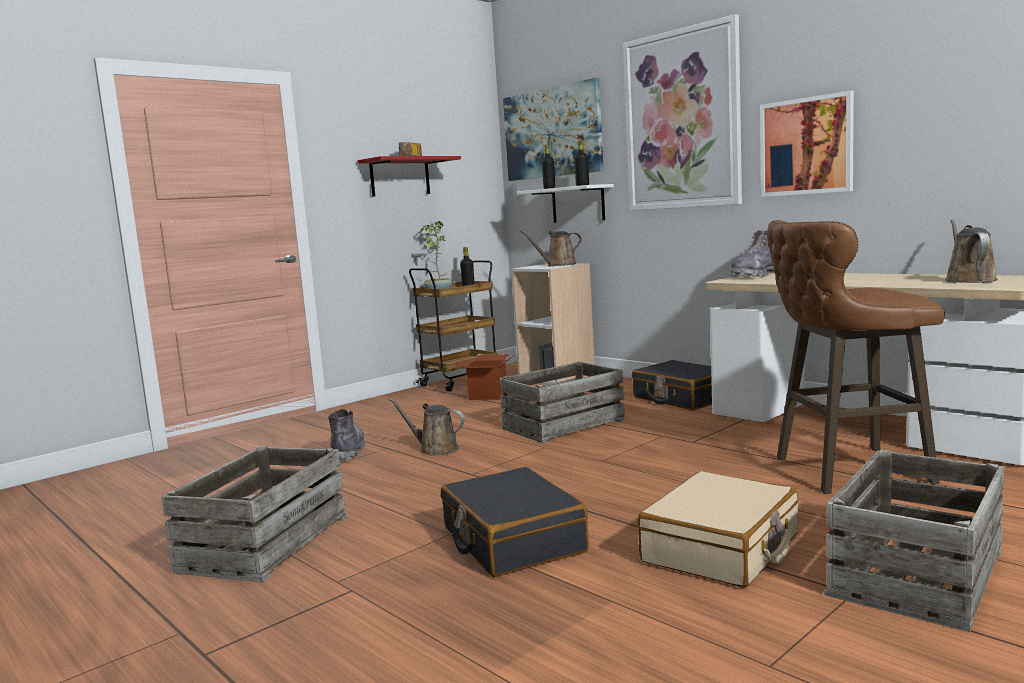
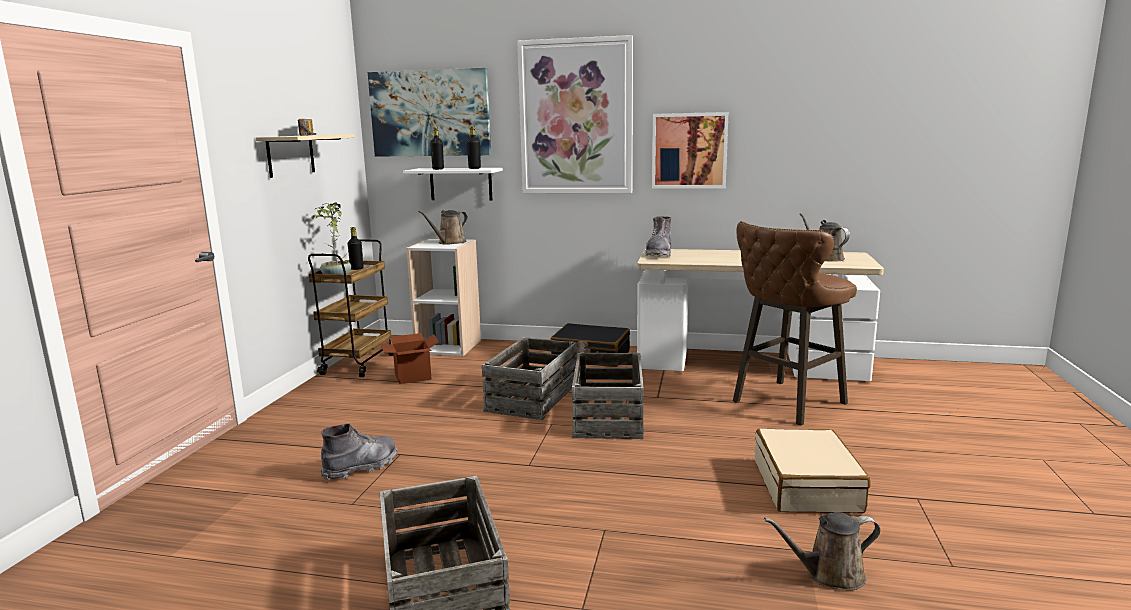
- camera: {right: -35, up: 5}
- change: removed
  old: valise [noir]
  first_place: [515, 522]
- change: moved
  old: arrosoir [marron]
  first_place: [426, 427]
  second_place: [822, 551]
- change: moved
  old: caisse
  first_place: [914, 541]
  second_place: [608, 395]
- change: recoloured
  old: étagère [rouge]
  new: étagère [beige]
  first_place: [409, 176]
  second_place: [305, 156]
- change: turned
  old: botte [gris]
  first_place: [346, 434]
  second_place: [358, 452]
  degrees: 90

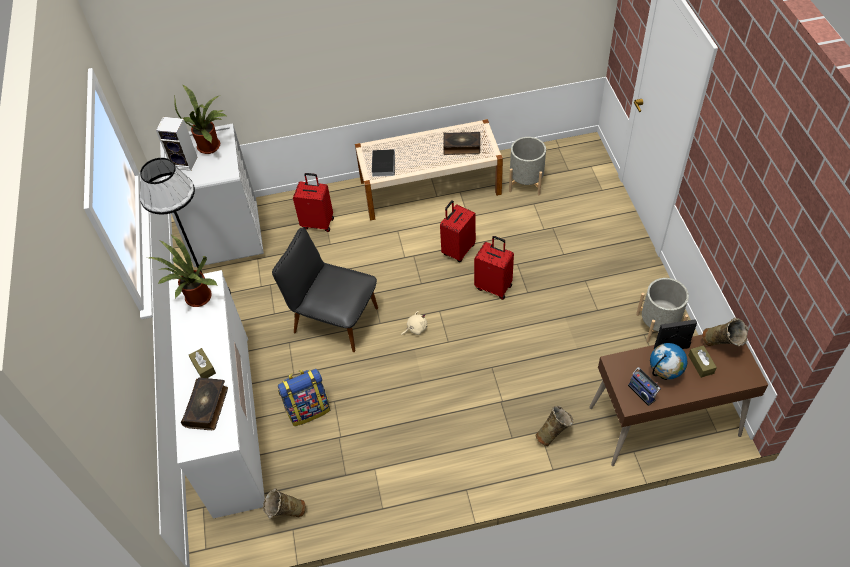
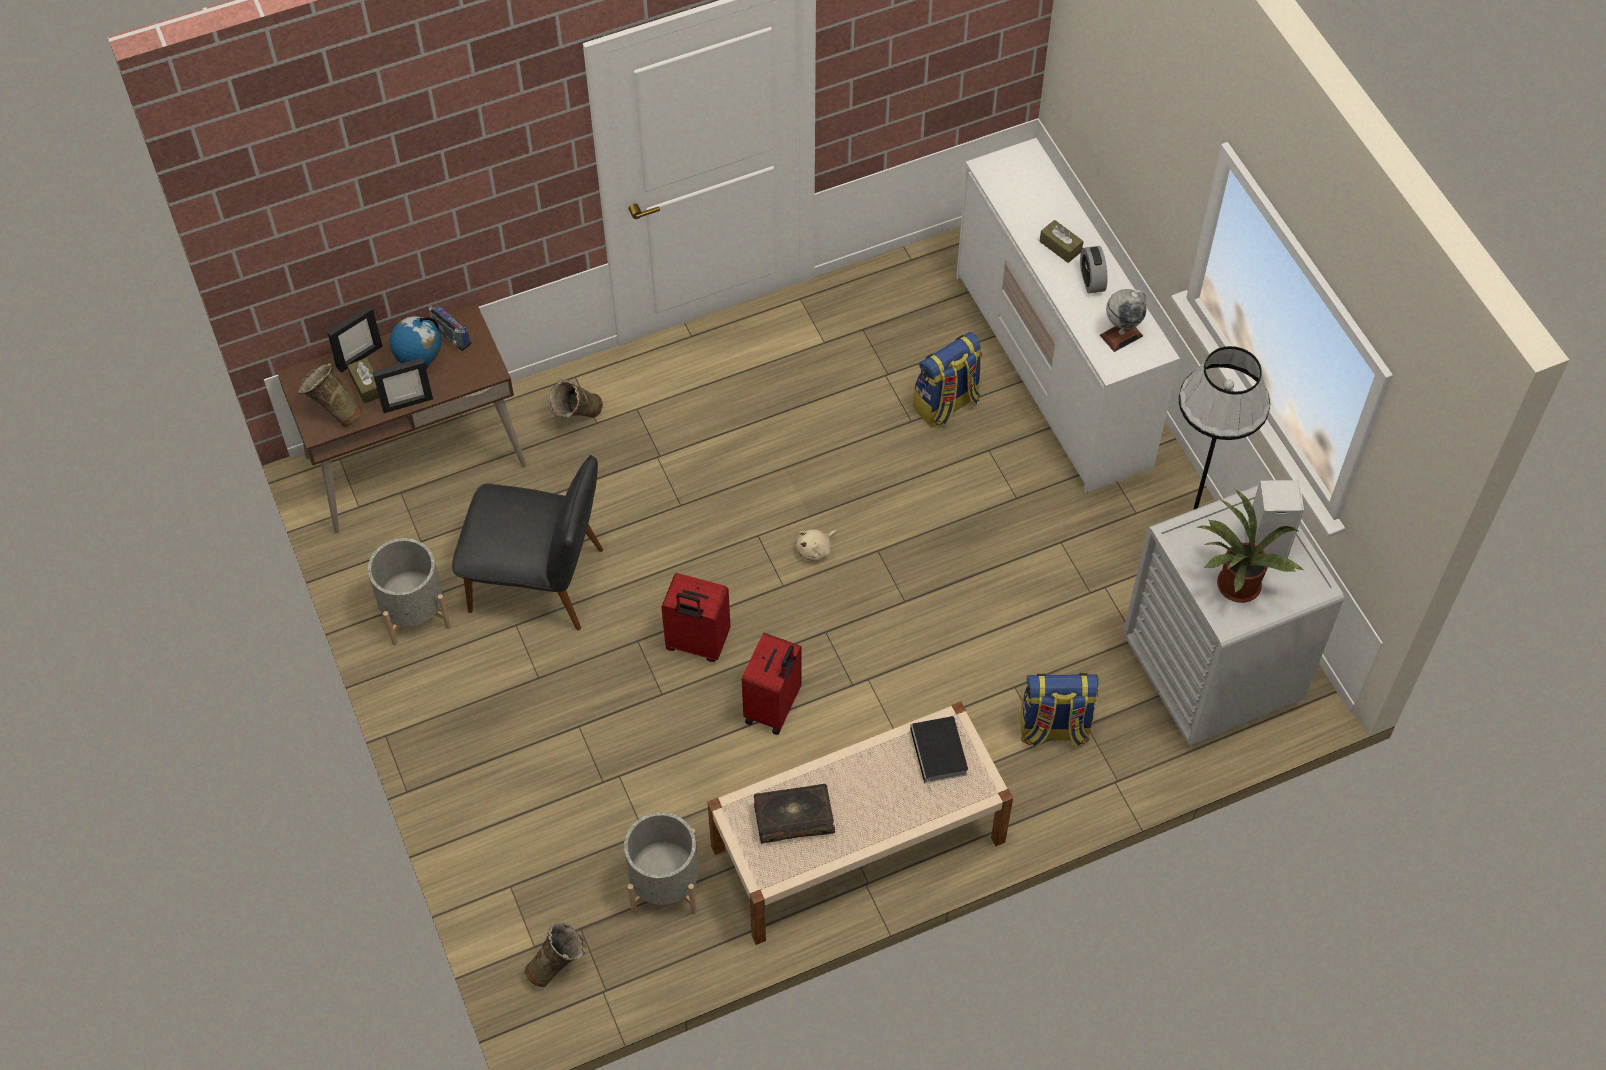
- camera: {right: 165, up: 5}
- change: removed
  old: livre
  first_place: [204, 403]
- change: added
  new: cadre photo
  second_place: [355, 339]
- change: added
  new: réveil
  second_place: [1093, 269]
- change: moved
  old: vase [beige]
  first_place: [284, 503]
  second_place: [555, 954]
- change: moved
  old: chaise [noir]
  first_place: [325, 289]
  second_place: [527, 543]
- change: replaced
  old: plante en pot
  new: globe
  first_place: [183, 270]
  second_place: [1123, 320]
- change: replaced
  old: valise [rouge]
  new: sac à dos
  first_place: [313, 202]
  second_place: [1059, 710]

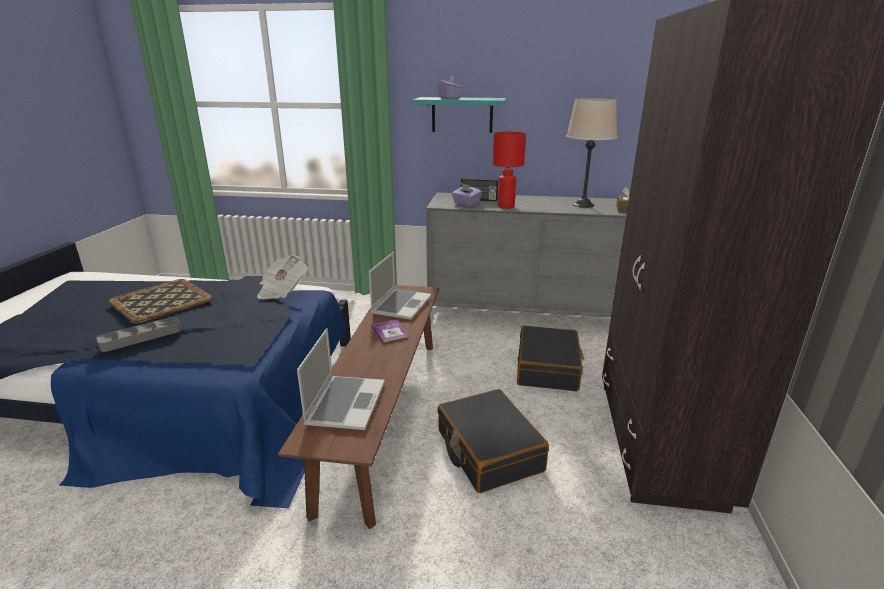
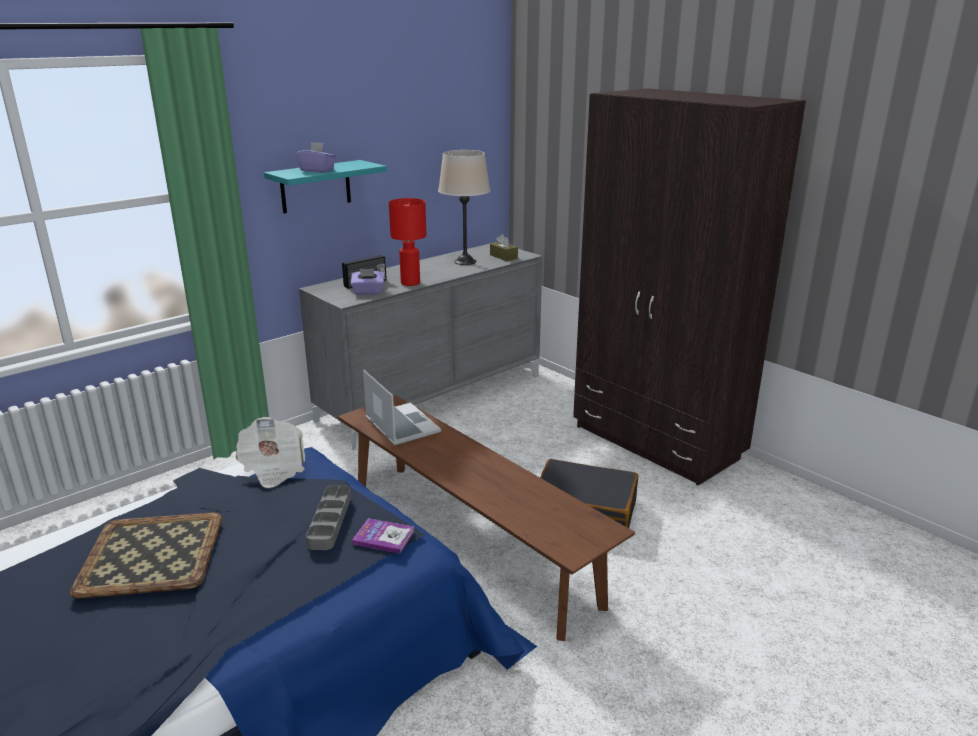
- camera: {right: -50, up: 0}
- change: removed
  old: ordinateur portable
  first_place: [341, 379]
- change: removed
  old: valise [noir]
  first_place: [550, 359]
- change: moved
  old: plateau [gris]
  first_place: [138, 334]
  second_place: [328, 517]
- change: moved
  old: livre
  first_place: [390, 331]
  second_place: [383, 536]

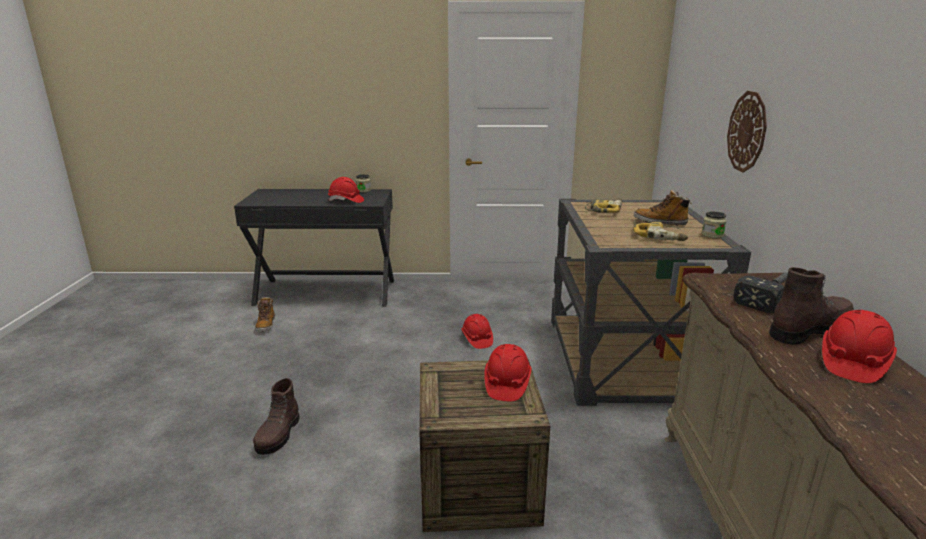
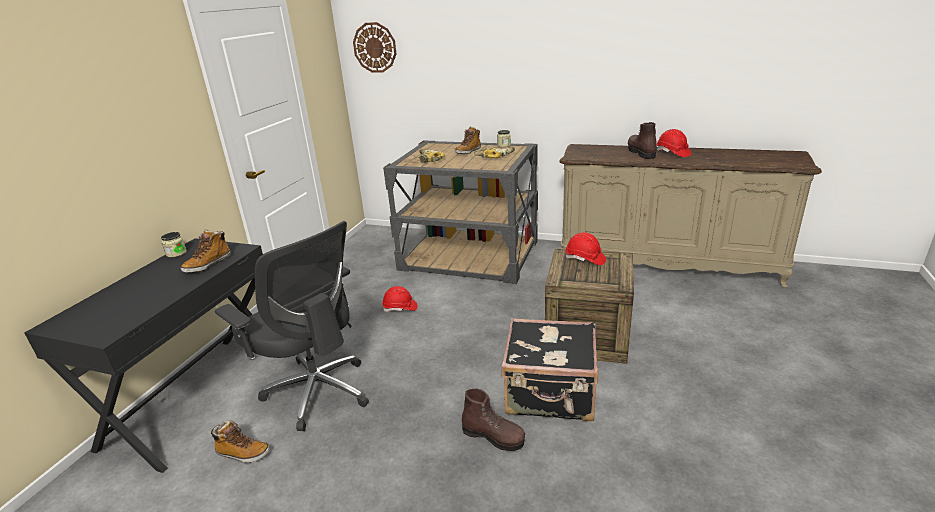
- camera: {right: -70, up: 5}
- change: removed
  old: marteau
  first_place: [760, 292]
- change: added
  new: chaise de bureau
  second_place: [292, 326]
- change: added
  new: valise [noir]
  second_place: [550, 369]
- change: moved
  old: horloge murale
  first_place: [747, 131]
  second_place: [374, 47]
- change: replaced
  old: casque de chantier [rouge]
  new: botte
  first_place: [346, 190]
  second_place: [206, 251]

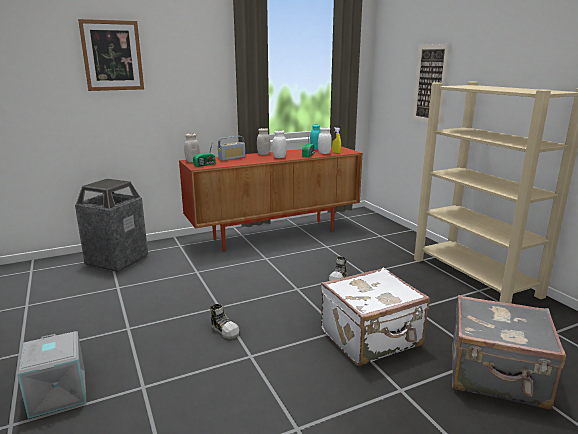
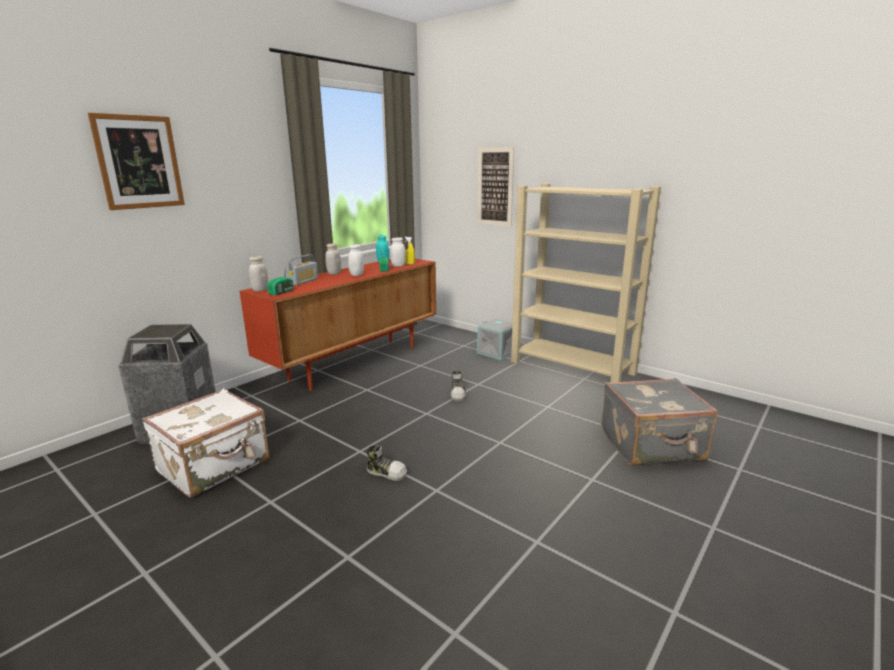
- camera: {right: -25, up: 0}
- change: moved
  old: boîte de rangement [gris]
  first_place: [51, 375]
  second_place: [495, 339]
- change: moved
  old: valise [blanc]
  first_place: [375, 317]
  second_place: [205, 443]

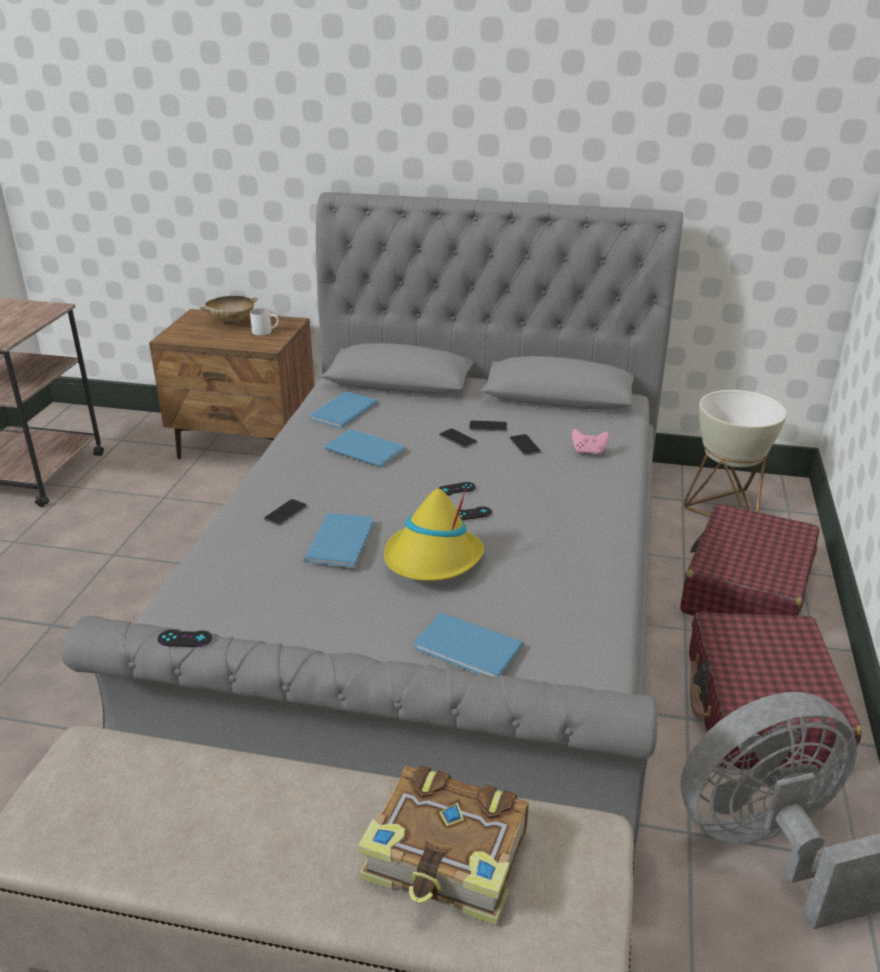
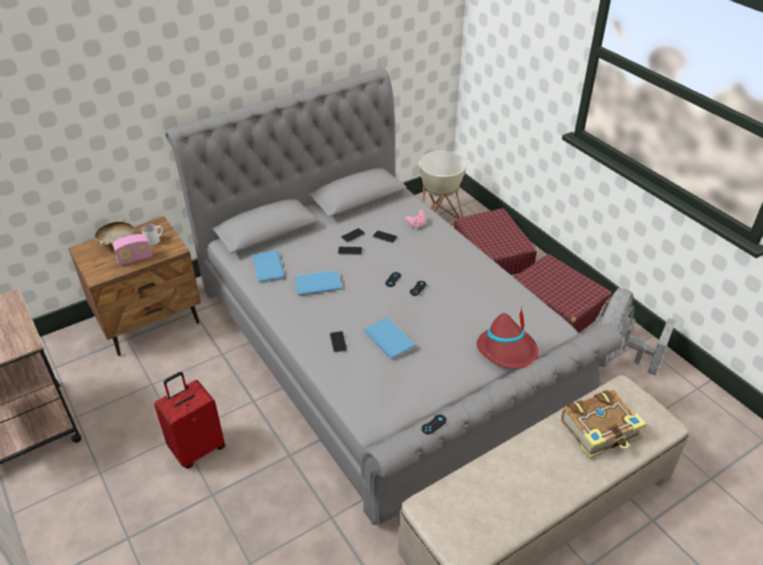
- camera: {right: -45, up: 10}
- change: removed
  old: chapeau [jaune]
  first_place: [434, 534]
- change: added
  new: radio
  second_place: [133, 250]
- change: added
  new: valise [rouge]
  second_place: [189, 420]
- change: replaced
  old: livre [bleu]
  new: chapeau [rouge]
  first_place: [468, 644]
  second_place: [508, 337]

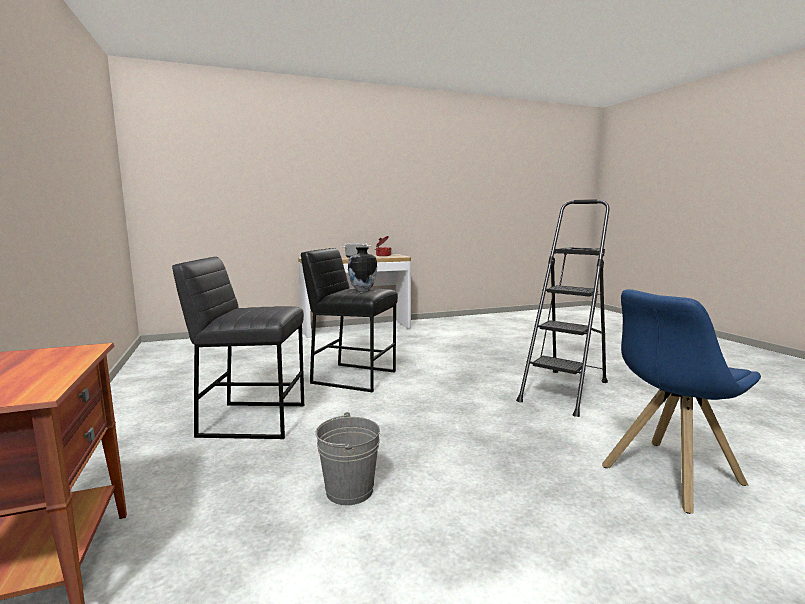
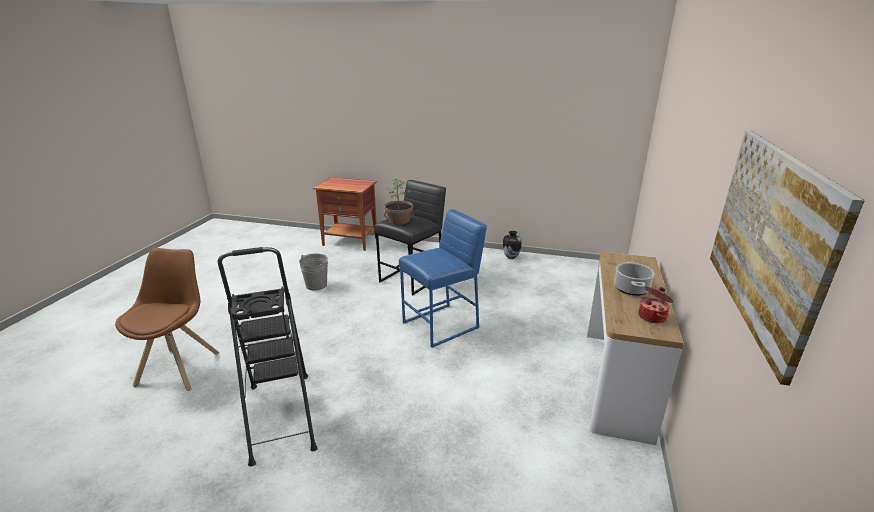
- camera: {right: 125, up: 15}
- change: added
  new: plante en pot
  second_place: [399, 201]
- change: added
  new: tableau
  second_place: [787, 258]
- change: moved
  old: vase
  first_place: [362, 269]
  second_place: [512, 245]
- change: recoloured
  old: tabouret [noir]
  new: tabouret [bleu]
  first_place: [349, 320]
  second_place: [443, 278]
- change: recoloured
  old: chaise [bleu]
  new: chaise [marron]
  first_place: [681, 401]
  second_place: [167, 319]

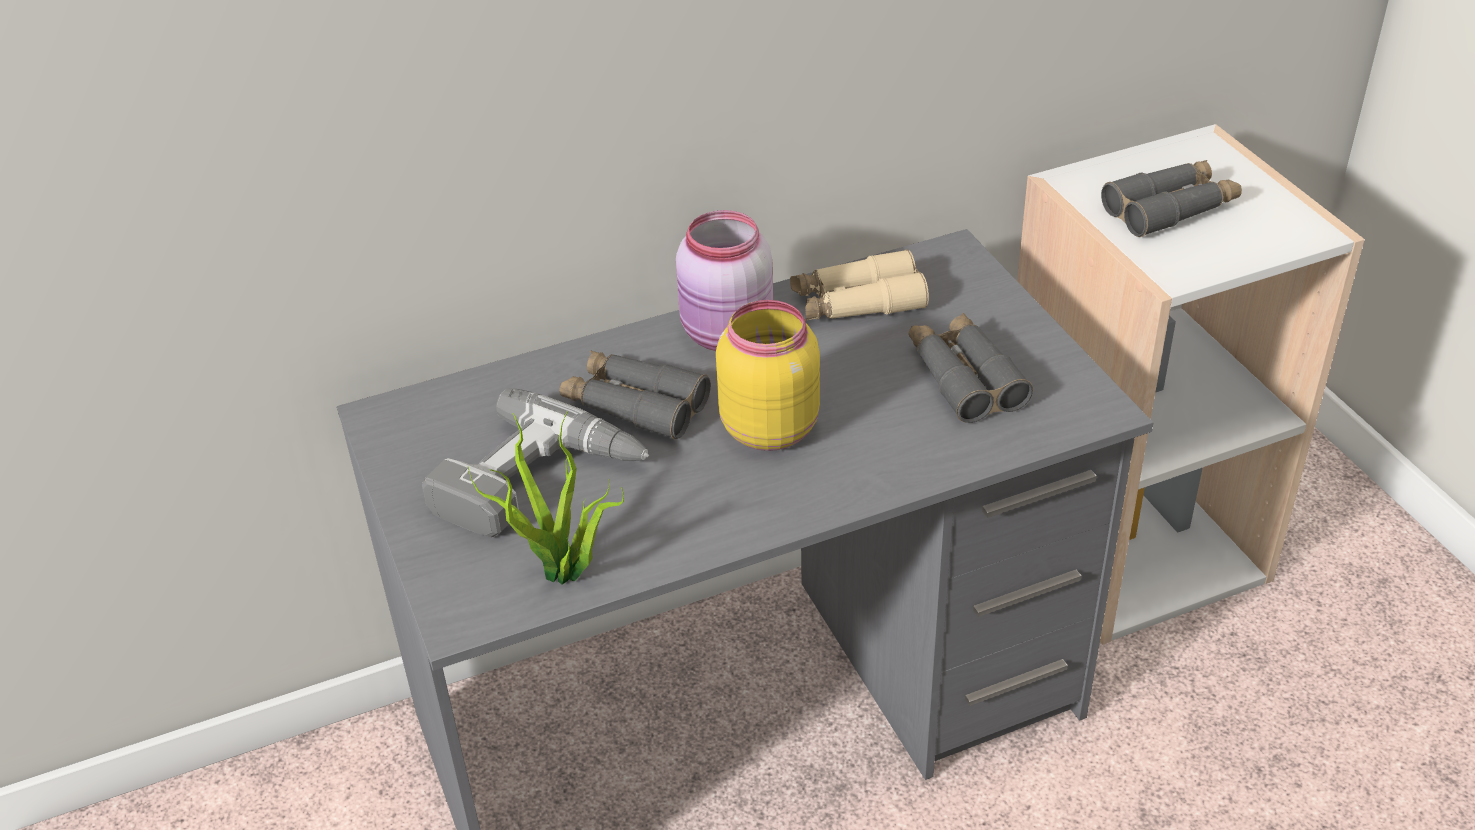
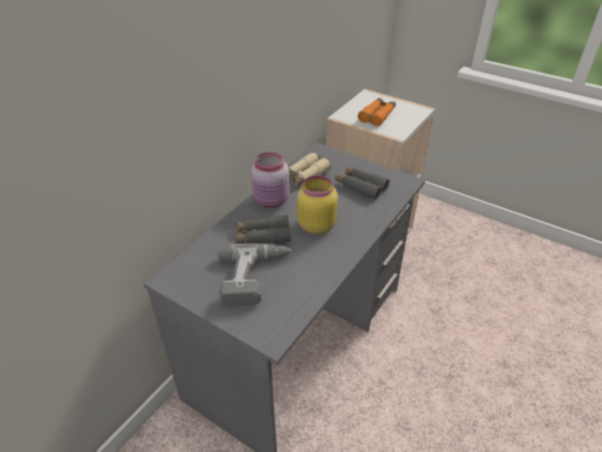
- camera: {right: -35, up: 0}
- change: removed
  old: plante en pot
  first_place: [546, 498]
- change: recoloured
  old: jumelles [gris]
  new: jumelles [orange]
  first_place: [1171, 198]
  second_place: [377, 112]

